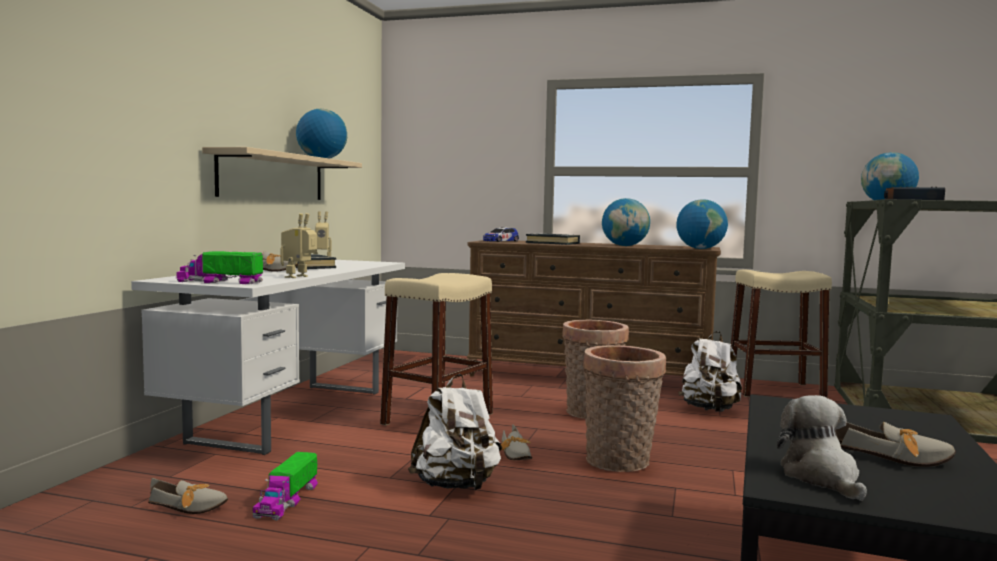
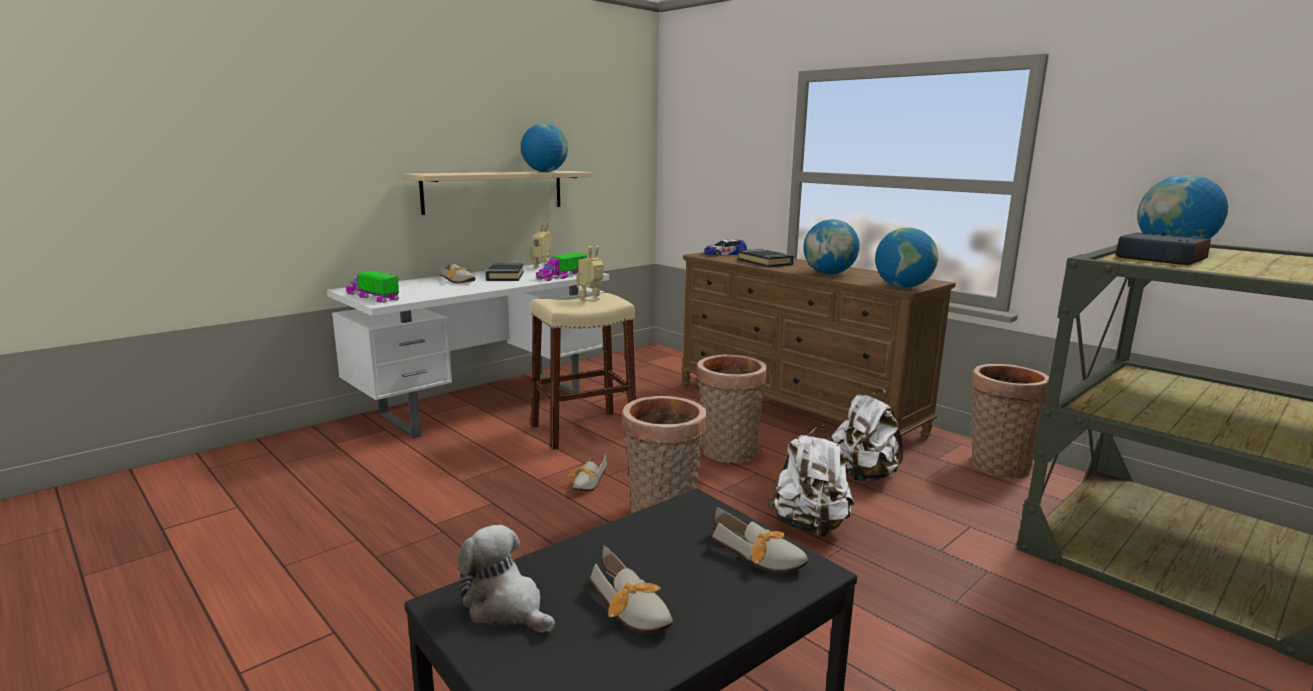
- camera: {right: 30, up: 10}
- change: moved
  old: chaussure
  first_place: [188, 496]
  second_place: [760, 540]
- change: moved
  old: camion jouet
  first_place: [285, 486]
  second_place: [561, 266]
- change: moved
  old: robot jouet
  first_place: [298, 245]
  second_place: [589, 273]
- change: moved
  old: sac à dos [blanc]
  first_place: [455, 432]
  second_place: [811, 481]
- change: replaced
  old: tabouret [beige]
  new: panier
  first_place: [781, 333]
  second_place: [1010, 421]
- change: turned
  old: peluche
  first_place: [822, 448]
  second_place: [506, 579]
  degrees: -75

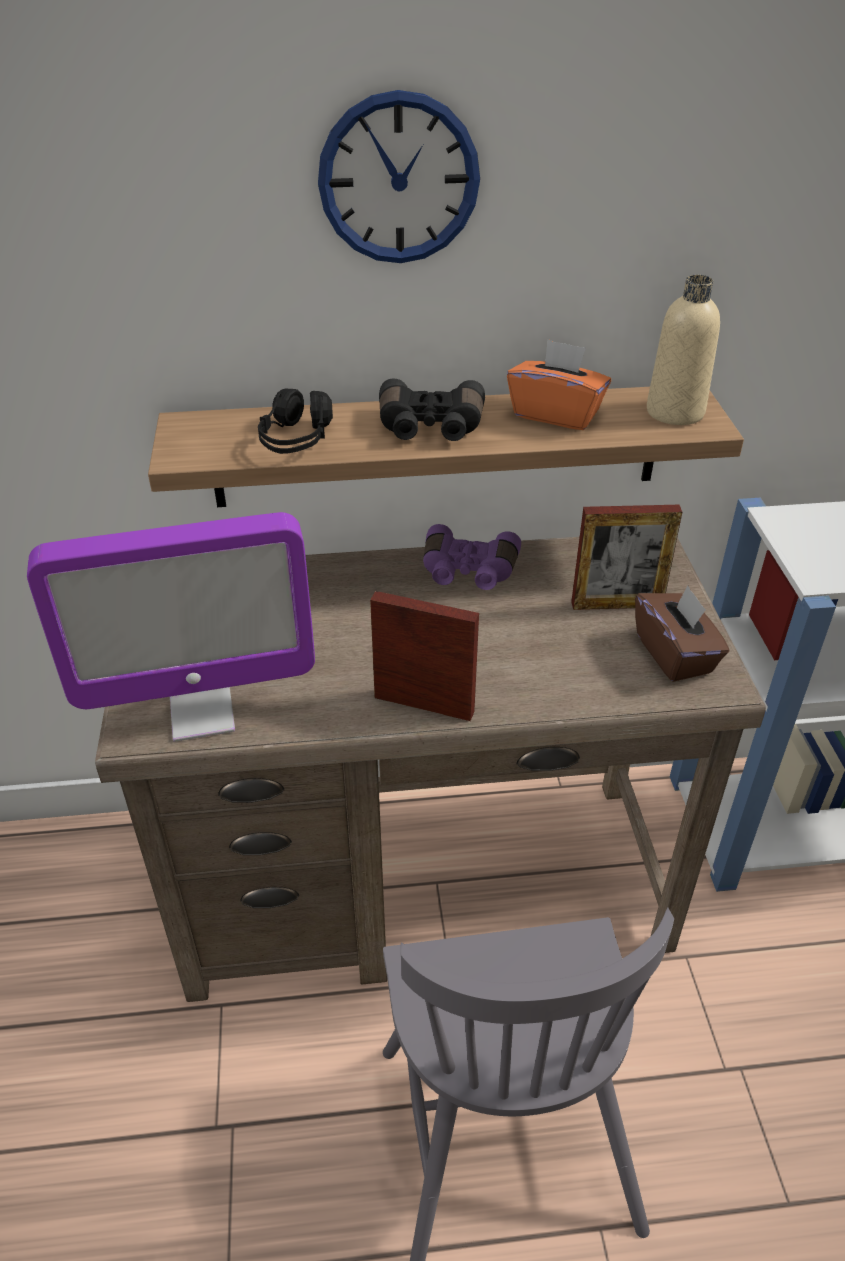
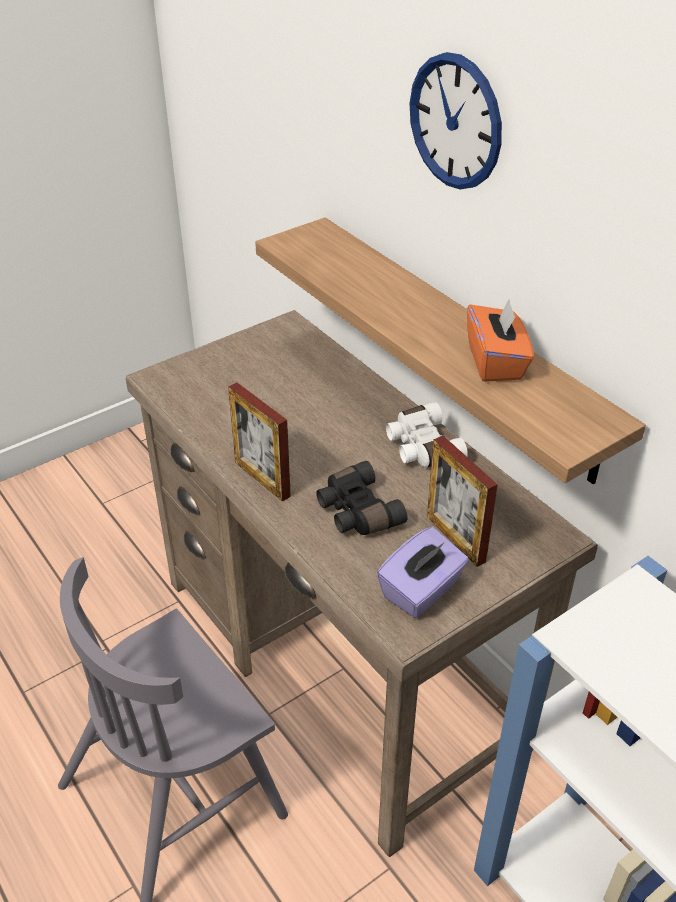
- camera: {right: 60, up: 0}
- change: removed
  old: écran d'ordinateur
  first_place: [171, 627]
- change: removed
  old: casque audio [noir]
  first_place: [295, 421]
- change: removed
  old: bouteille [beige]
  first_place: [683, 350]
- change: moved
  old: jumelles [noir]
  first_place: [432, 410]
  second_place: [361, 498]
- change: recoloured
  old: jumelles [violet]
  new: jumelles [blanc]
  first_place: [472, 557]
  second_place: [427, 434]
- change: recoloured
  old: boîte à mouchoirs [marron]
  new: boîte à mouchoirs [violet]
  first_place: [682, 633]
  second_place: [423, 572]
- change: turned
  old: cadre photo
  first_place: [424, 656]
  second_place: [259, 442]
  degrees: 150

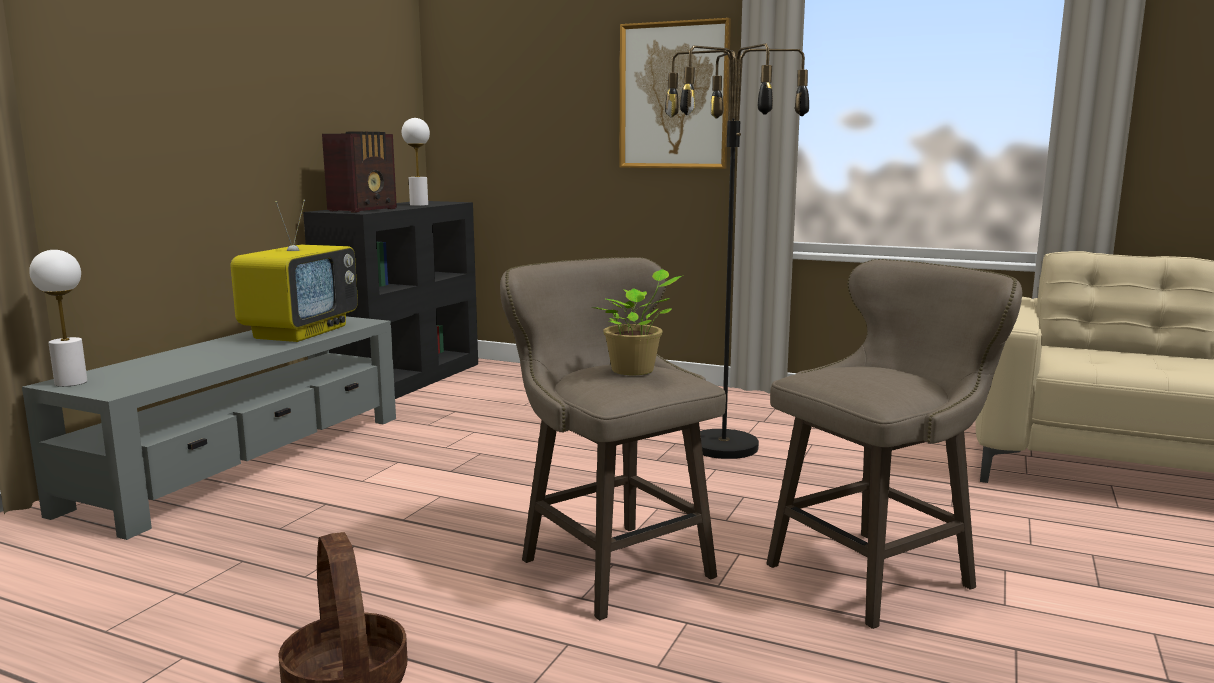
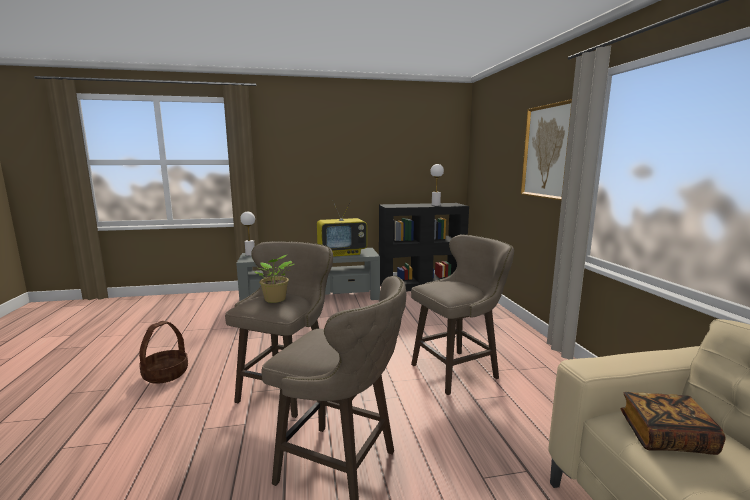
- camera: {right: 55, up: 0}
- change: removed
  old: radio
  first_place: [359, 172]
- change: added
  new: livre
  second_place: [672, 423]
- change: replaced
  old: lampadaire
  new: tabouret [beige]
  first_place: [737, 251]
  second_place: [462, 314]

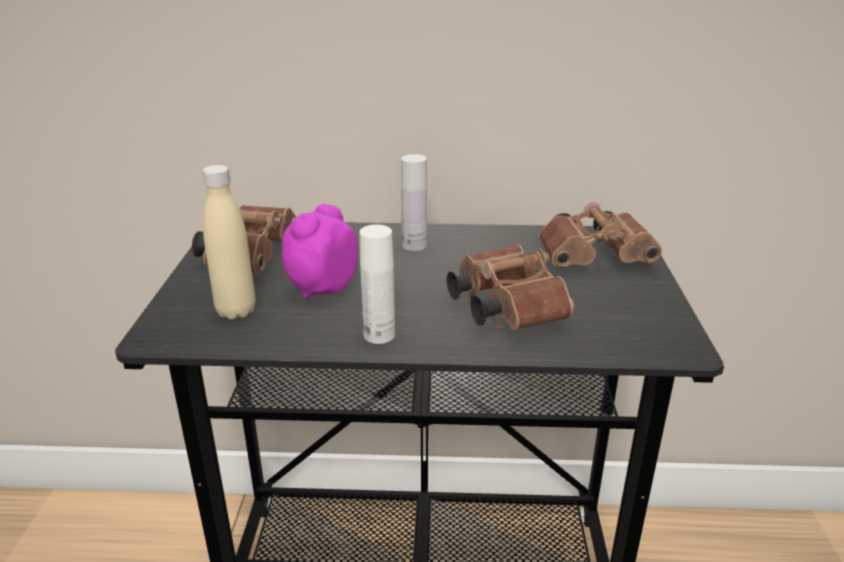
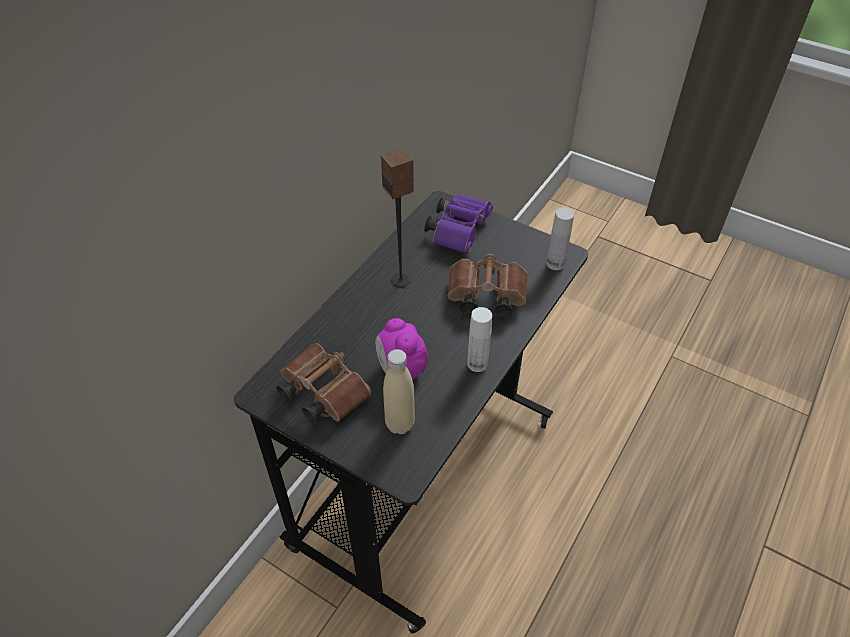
- camera: {right: -60, up: 20}
- change: added
  new: enceinte
  second_place: [397, 217]
- change: moved
  old: bouteille [blanc]
  first_place: [414, 202]
  second_place: [560, 239]
- change: recoloured
  old: jumelles [marron]
  new: jumelles [violet]
  first_place: [600, 235]
  second_place: [458, 224]

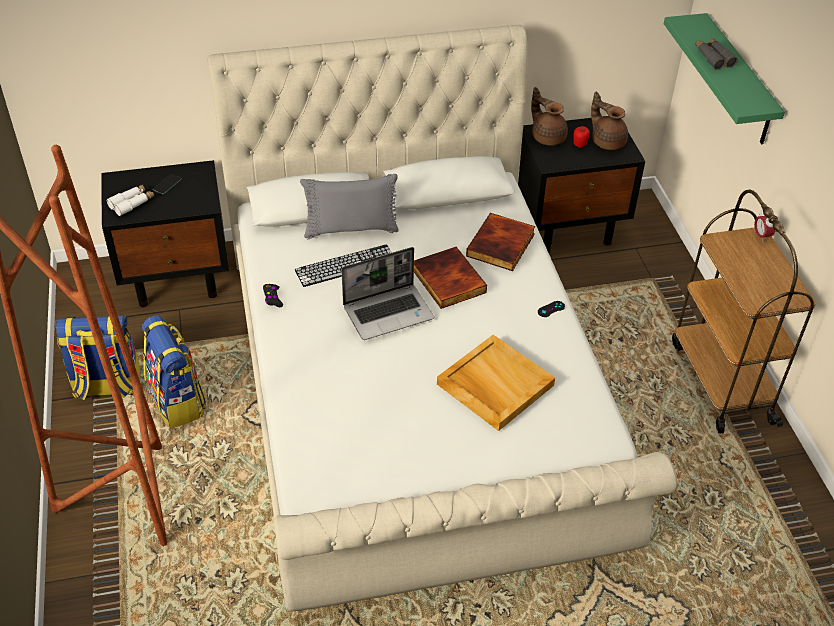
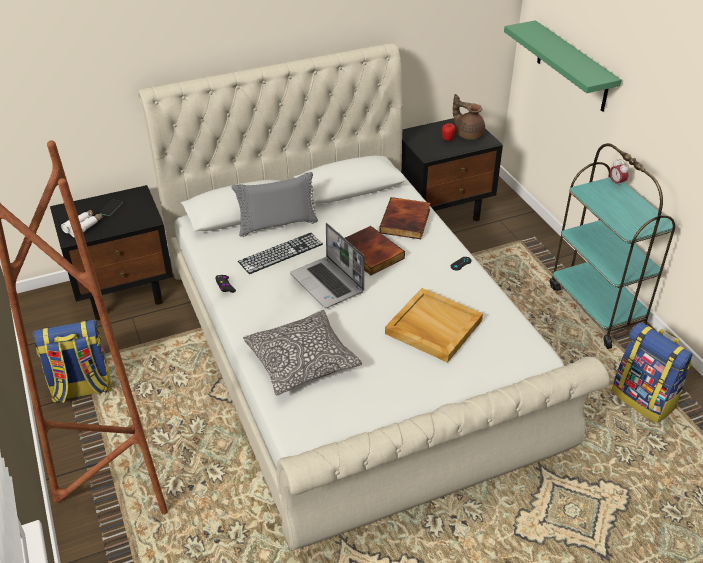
- camera: {right: -10, up: -5}
- change: removed
  old: théière [marron]
  first_place: [549, 116]
- change: removed
  old: jumelles [gris]
  first_place: [716, 54]
- change: added
  new: coussin
  second_place: [302, 352]
- change: moved
  old: sac à dos
  first_place: [174, 372]
  second_place: [651, 372]
- change: recoloured
  old: chariot [marron]
  new: chariot [turquoise]
  first_place: [744, 312]
  second_place: [612, 246]
- change: turned
  old: ordinateur portable
  first_place: [387, 293]
  second_place: [327, 265]
  degrees: 90

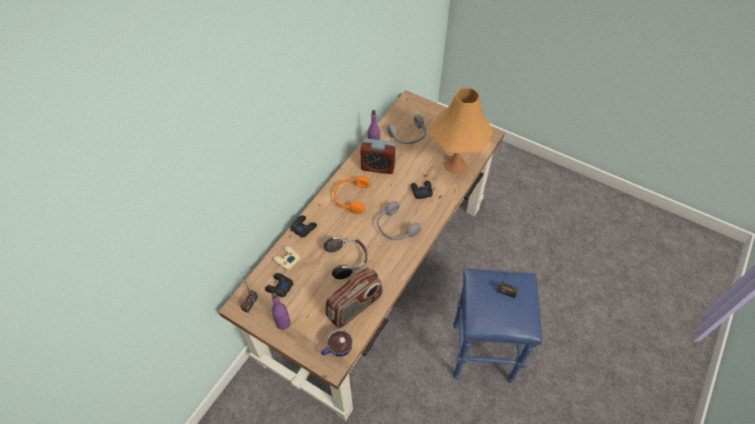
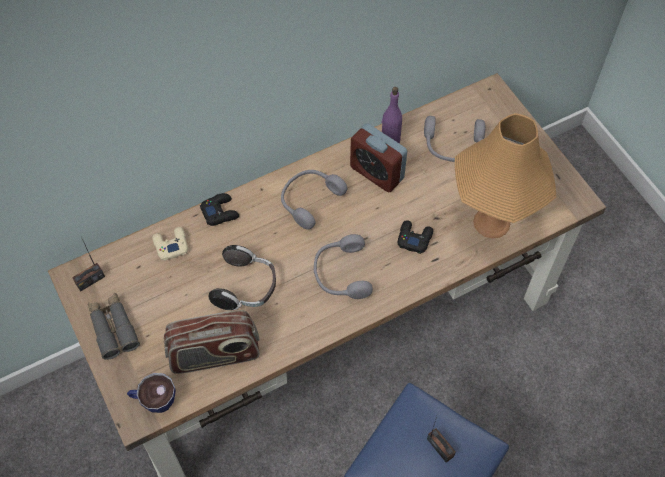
- camera: {right: 30, up: 5}
- change: removed
  old: manette [noir]
  first_place: [279, 285]
- change: replaced
  old: bouteille [violet]
  new: jumelles [gris]
  first_place: [281, 311]
  second_place: [114, 326]
- change: recoloured
  old: casque audio [orange]
  new: casque audio [gris]
  first_place: [352, 195]
  second_place: [314, 199]

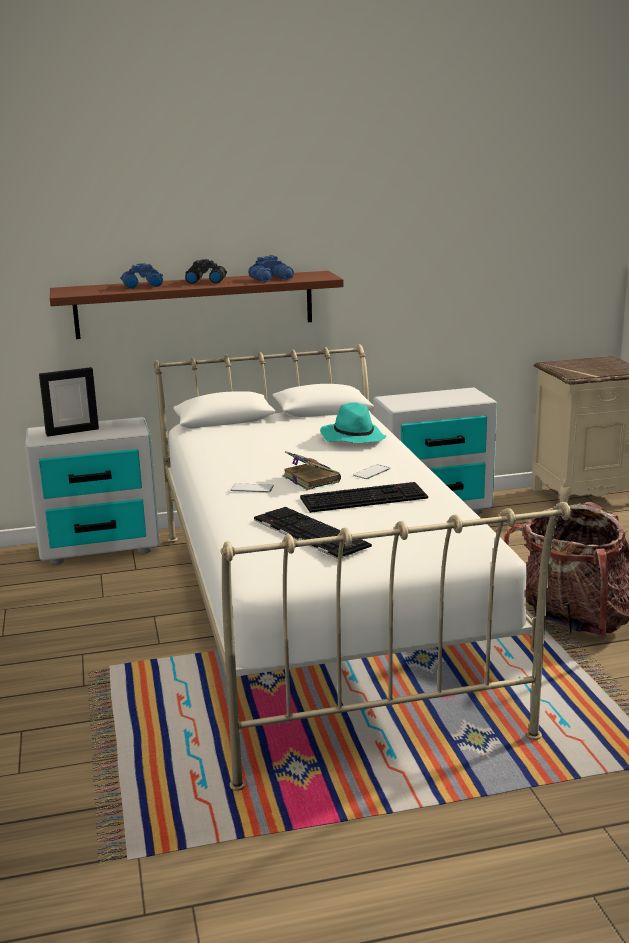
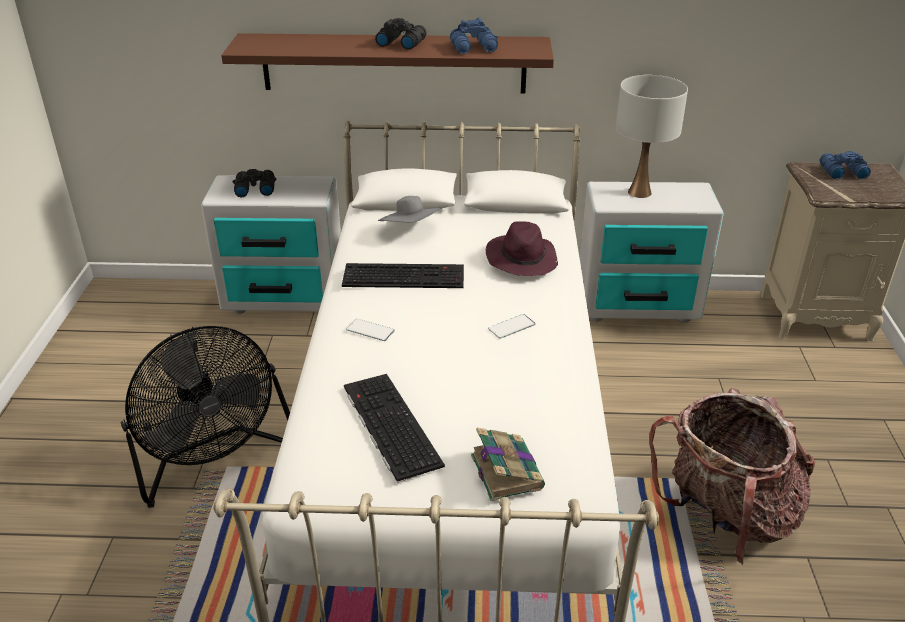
- camera: {right: 15, up: 15}
- change: added
  new: ventilateur [noir]
  second_place: [205, 417]
- change: added
  new: chapeau [gris]
  second_place: [409, 209]
- change: added
  new: lampe de table [blanc]
  second_place: [652, 136]
- change: moved
  old: jumelles [bleu]
  first_place: [141, 276]
  second_place: [845, 165]
- change: moved
  old: livre
  first_place: [311, 470]
  second_place: [508, 464]
- change: moved
  old: clavier
  first_place: [364, 497]
  second_place: [403, 275]
- change: replaced
  old: cadre photo
  new: jumelles [noir]
  first_place: [69, 402]
  second_place: [254, 183]
- change: recoloured
  old: chapeau [turquoise]
  new: chapeau [violet]
  first_place: [353, 422]
  second_place: [522, 248]

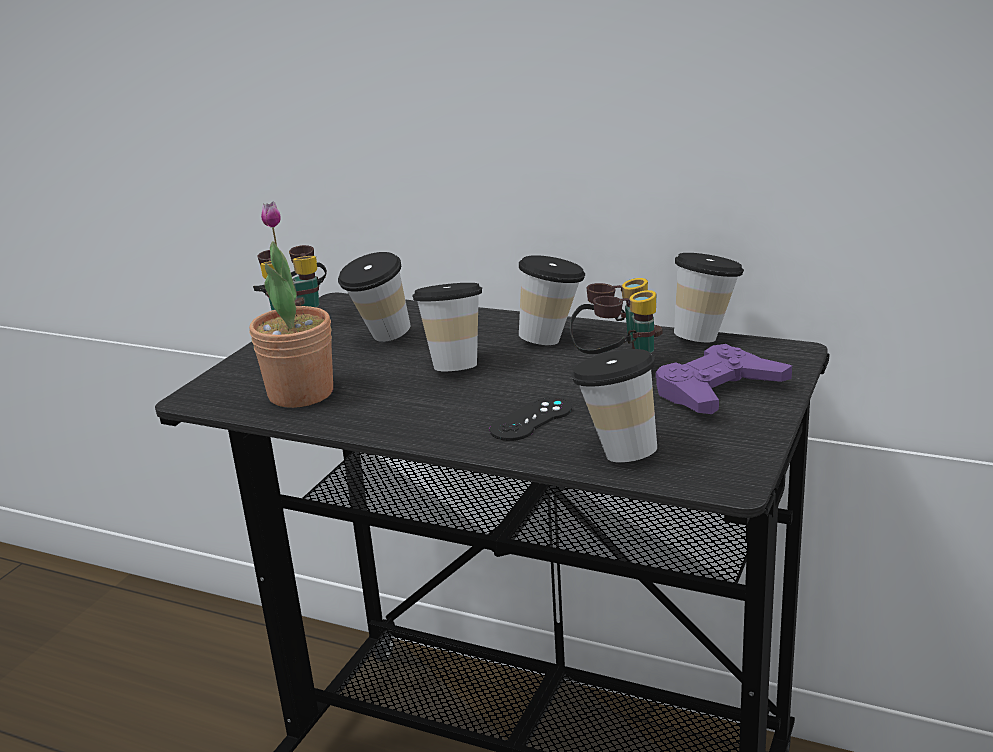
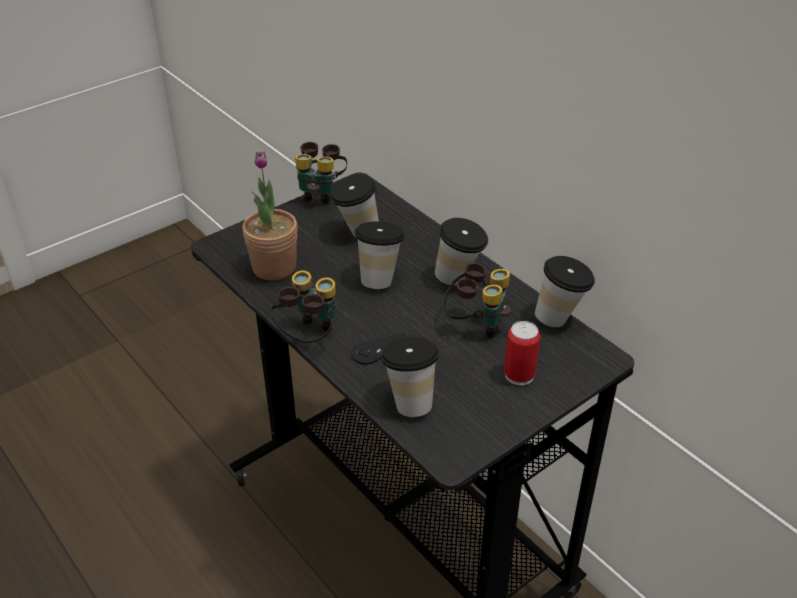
- camera: {right: 25, up: 15}
- change: added
  new: jumelles
  second_place: [303, 306]
- change: replaced
  old: manette [violet]
  new: boîte métallique
  first_place: [724, 379]
  second_place: [522, 353]

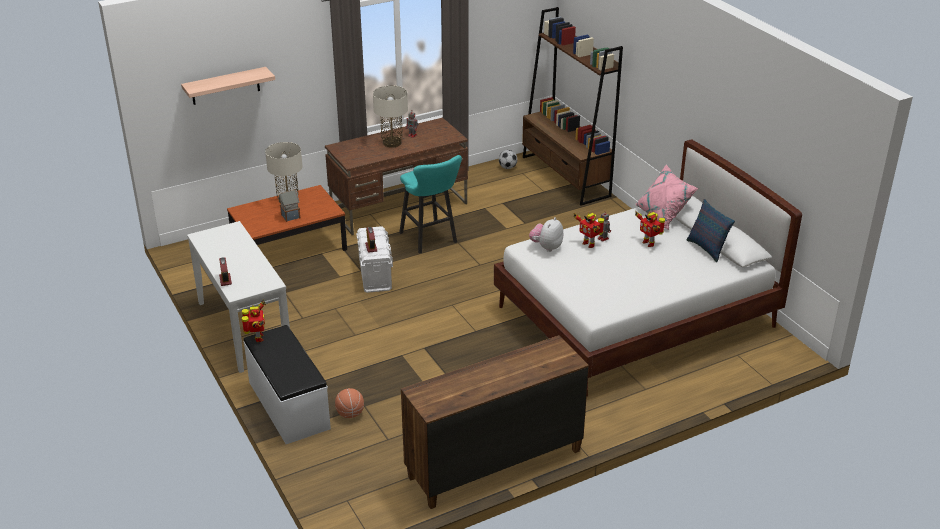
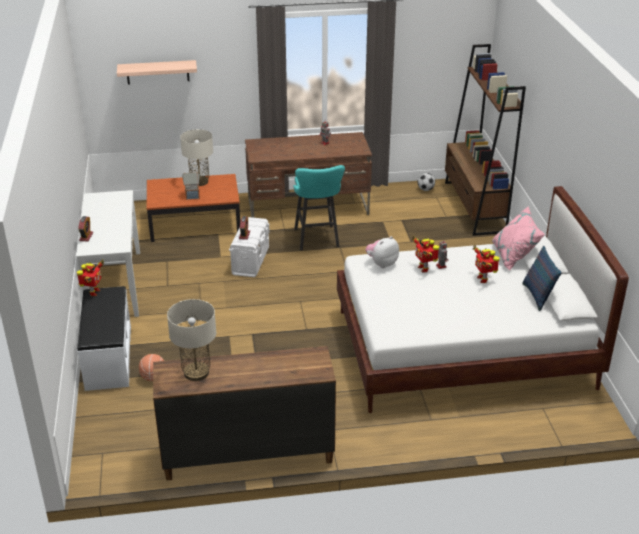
- camera: {right: 20, up: 0}
- change: moved
  old: lampe de table
  first_place: [390, 116]
  second_place: [191, 340]

